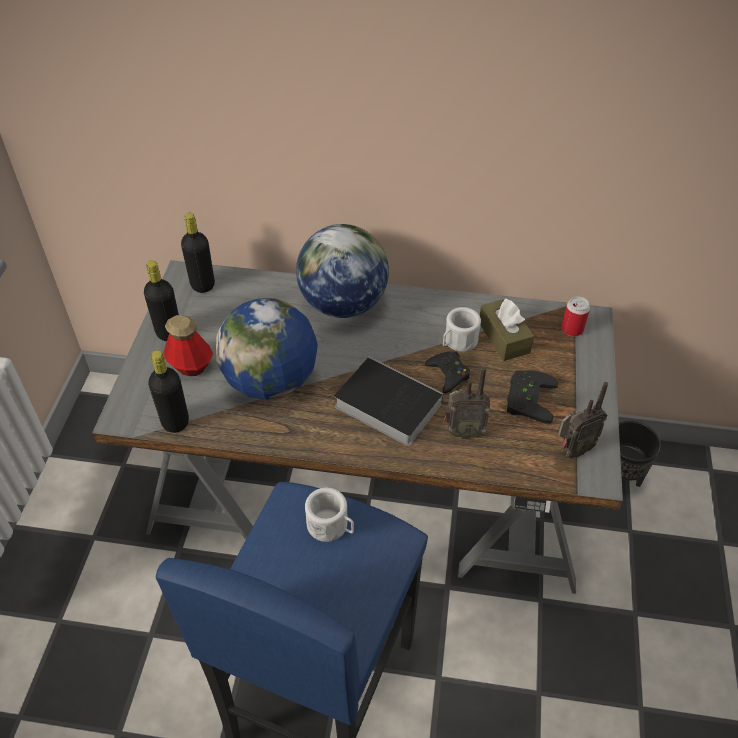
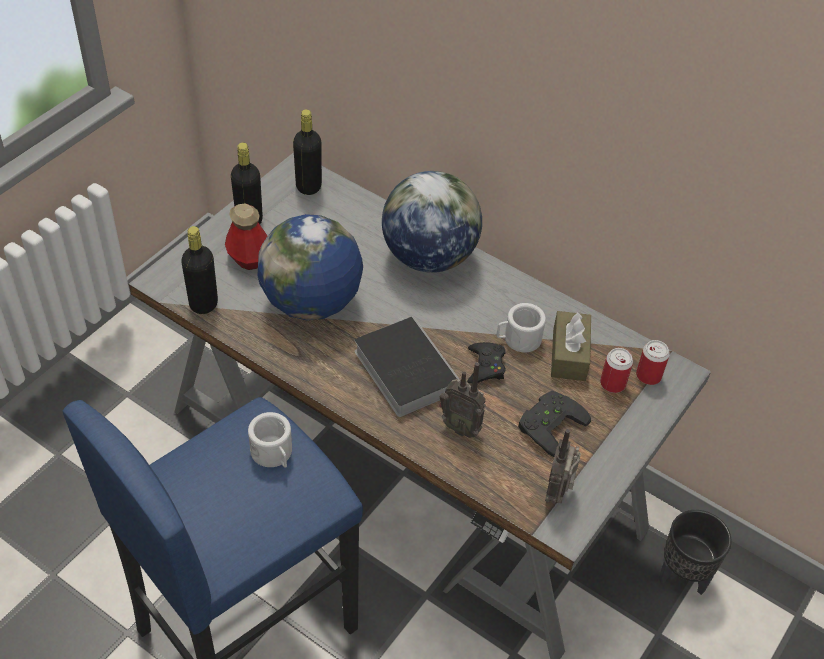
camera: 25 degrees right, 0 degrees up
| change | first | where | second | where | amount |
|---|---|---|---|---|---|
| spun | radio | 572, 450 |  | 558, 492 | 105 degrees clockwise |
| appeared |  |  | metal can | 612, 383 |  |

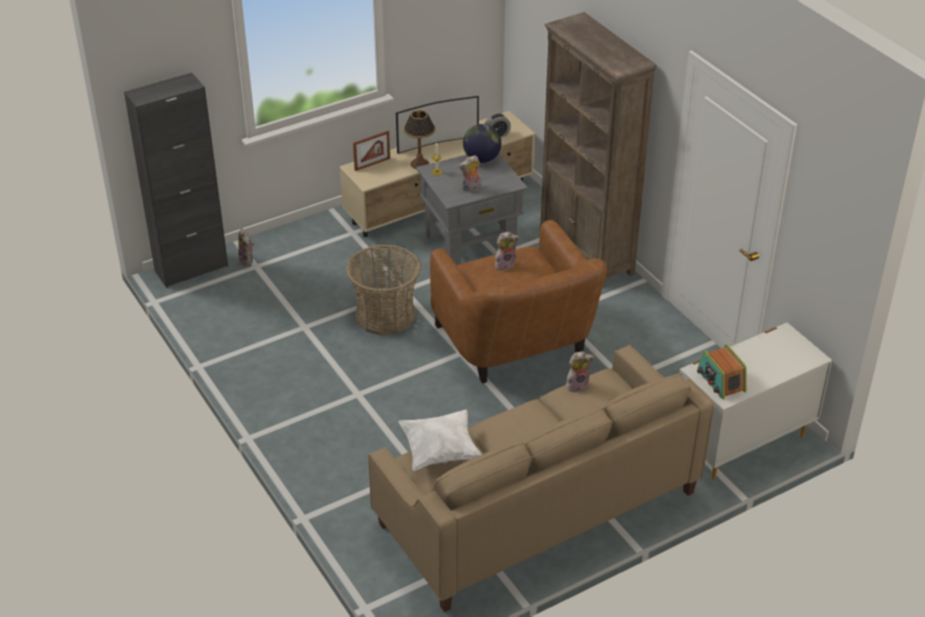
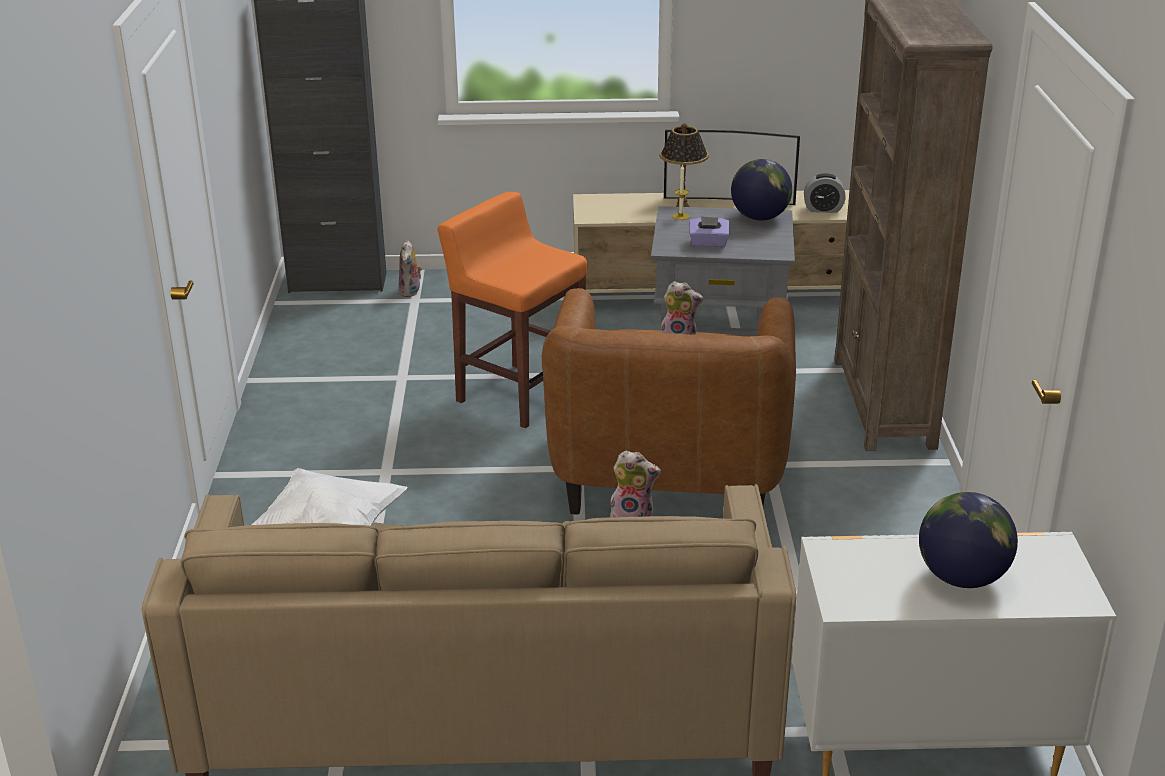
camera: 30 degrees right, 10 degrees down
| change | first | where | second | where | amount |
|---|---|---|---|---|---|
| exchanged | basket | 385, 315 | orangey sitting stool | 519, 395 |  |
| exchanged | cuddly toy | 471, 189 | purple-coloured tissue holder | 708, 244 |  |
| appeared |  |  | desk globe | 962, 577 |  |
| missing | photo frame | 372, 164 |  |  |  |
| missing | radio | 720, 381 |  |  |  |

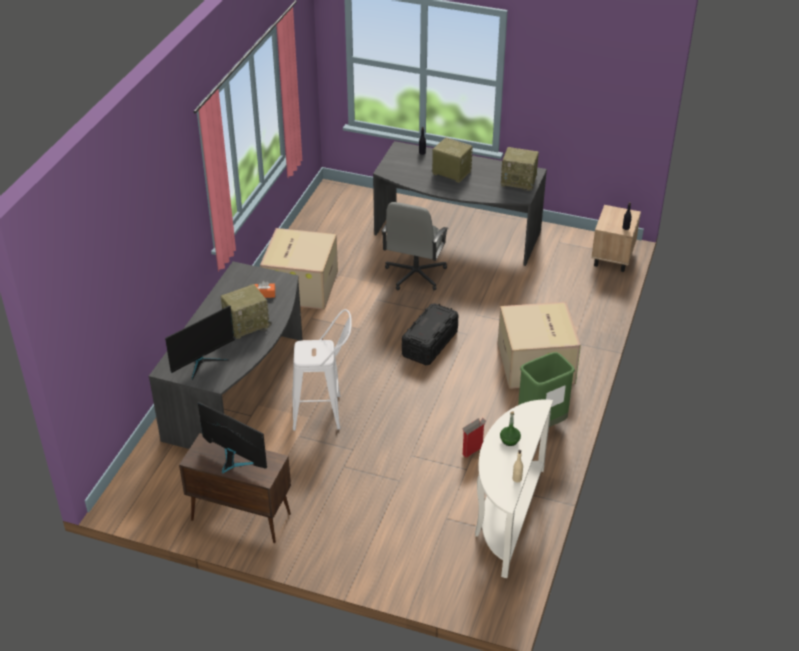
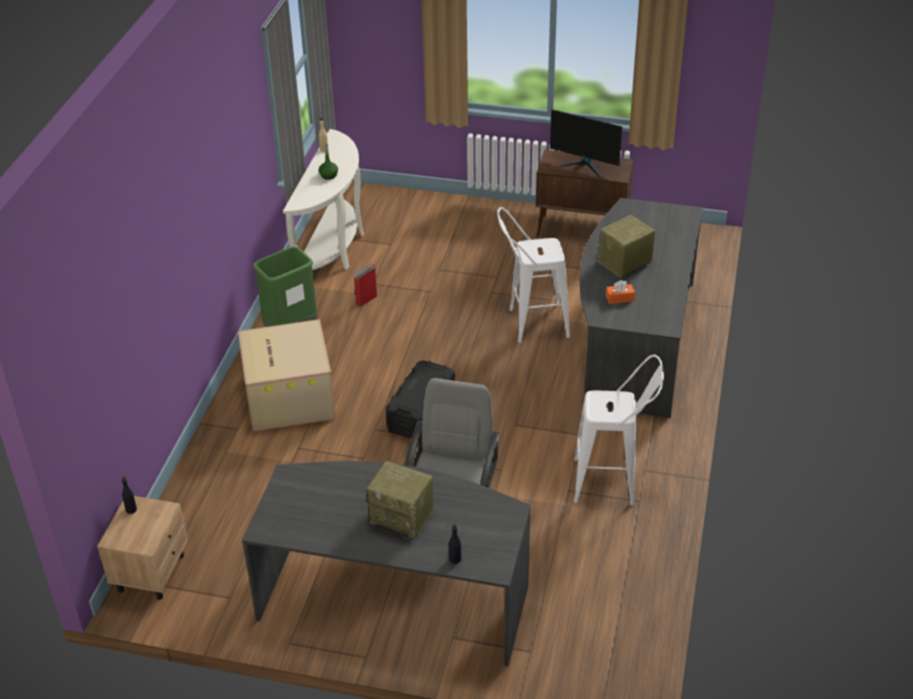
camera: 175 degrees right, 0 degrees up
| change | first | where | second | where | amount |
|---|---|---|---|---|---|
| exchanged | carton | 300, 286 | whitish sitting stool | 613, 482 |  |
| missing | computer display | 203, 362 |  |  |  |
| missing | radio | 519, 181 |  |  |  |

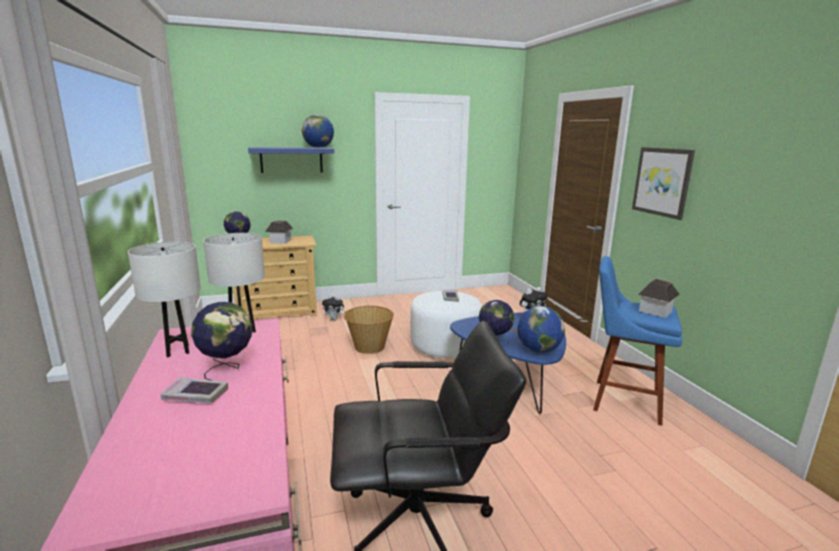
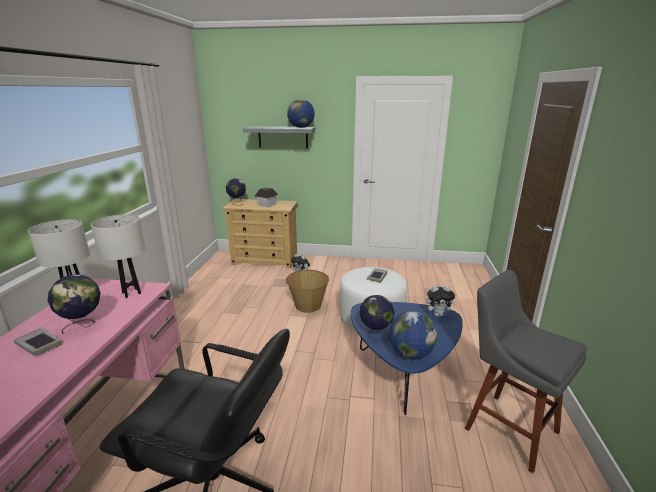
camera: 25 degrees right, 5 degrees up
| change | first | where | second | where | amount |
|---|---|---|---|---|---|
| colour | blue shelf | 291, 160 | greyish shelf | 283, 137 |  |
| colour | blue sitting stool | 621, 400 | greyish sitting stool | 506, 427 |  |
| missing | wall picture | 662, 182 |  |  |  |
| missing | toy house | 655, 311 |  |  |  |

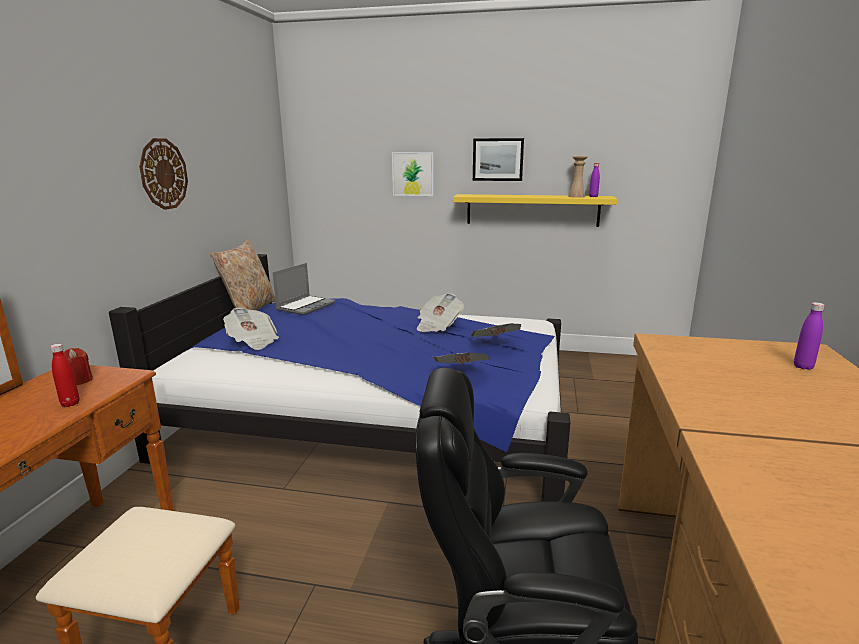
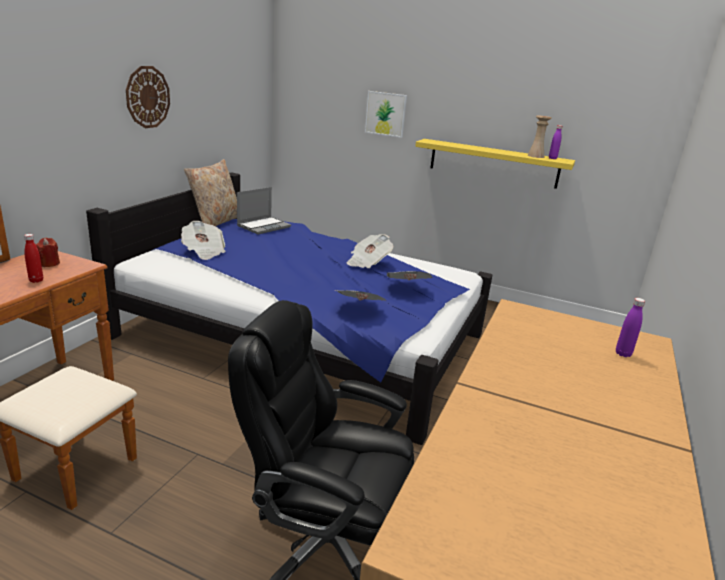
camera: 10 degrees right, 5 degrees up
| change | first | where | second | where | amount |
|---|---|---|---|---|---|
| missing | wall picture | 498, 159 |  |  |  |

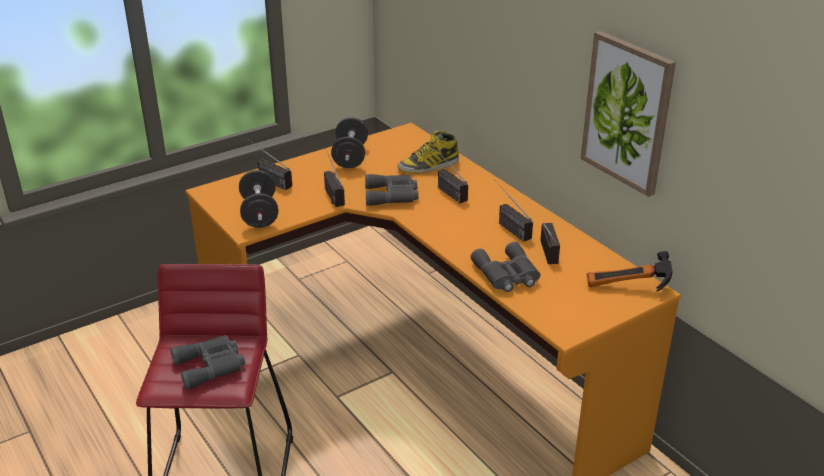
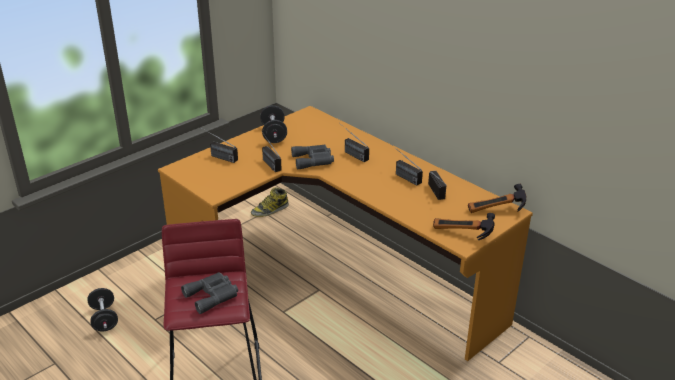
camera: 10 degrees left, 0 degrees up
| change | first | where | second | where | amount |
|---|---|---|---|---|---|
| relocated | blackish free weight | 259, 214 |  | 104, 319 |  |
| relocated | tall boot | 428, 166 |  | 270, 210 |  |
| appeared |  |  | hand hammer | 461, 235 |  |
| missing | greyish pair of binoculars | 507, 275 |  |  |  |
| missing | wall picture | 627, 113 |  |  |  |

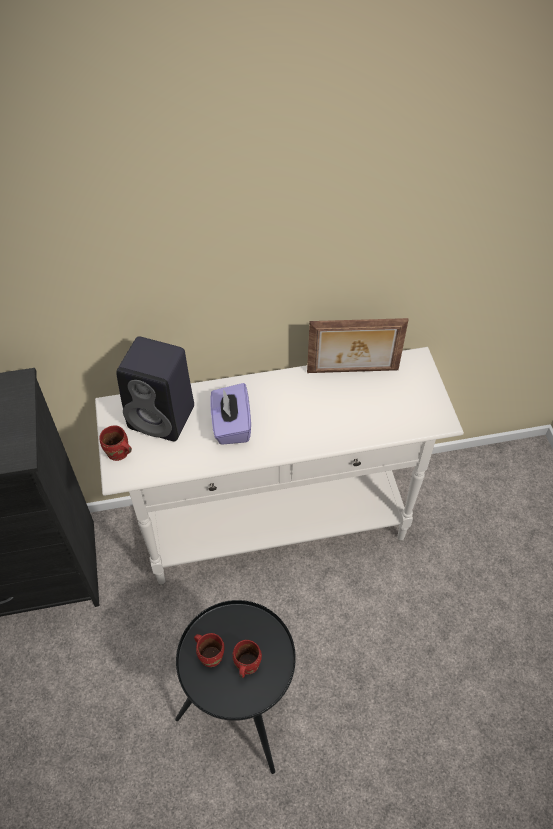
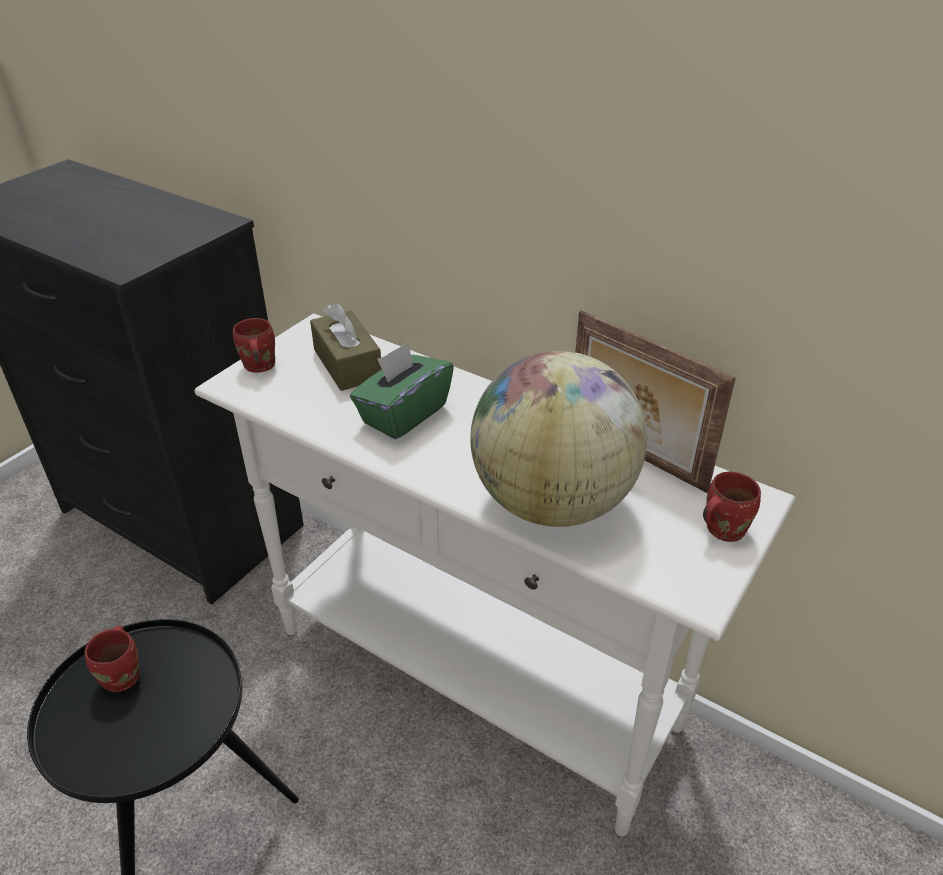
camera: 45 degrees right, 15 degrees down
| change | first | where | second | where | amount |
|---|---|---|---|---|---|
| exchanged | blackish loudspeaker | 164, 417 | brown tissue holder | 347, 364 |  |
| colour | purple-coloured tissue holder | 231, 425 | green tissue holder | 403, 414 |  |
| appeared |  |  | desk globe | 552, 502 |  |
| relocated | red-coloured tea mug | 246, 665 |  | 721, 528 |  |

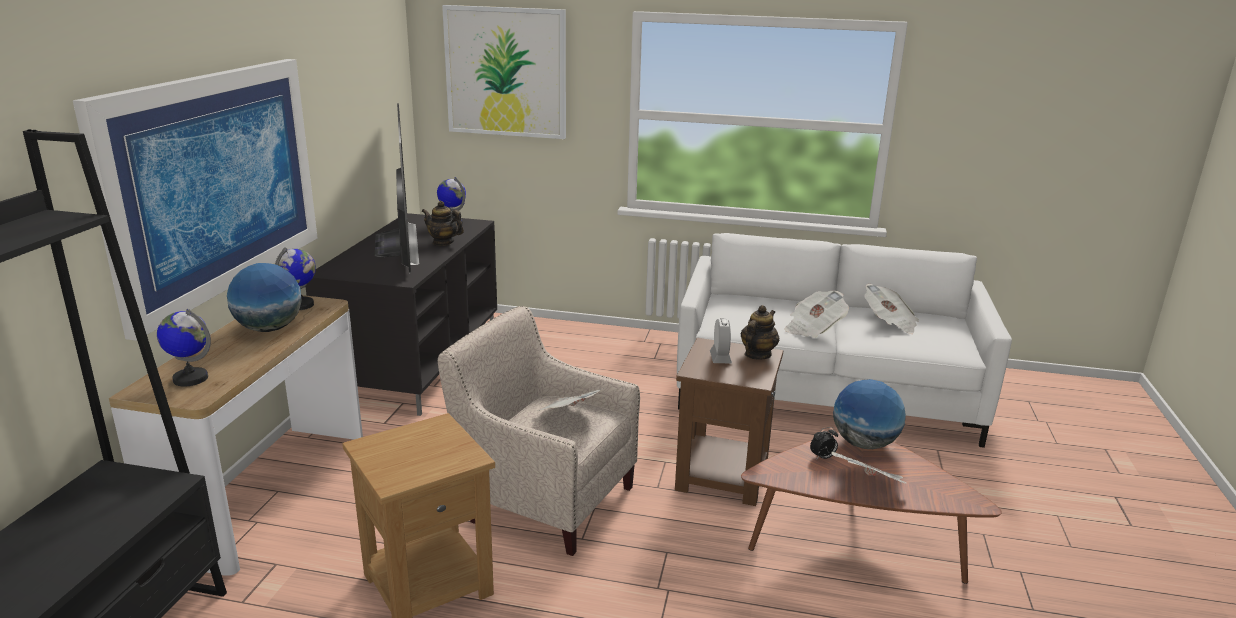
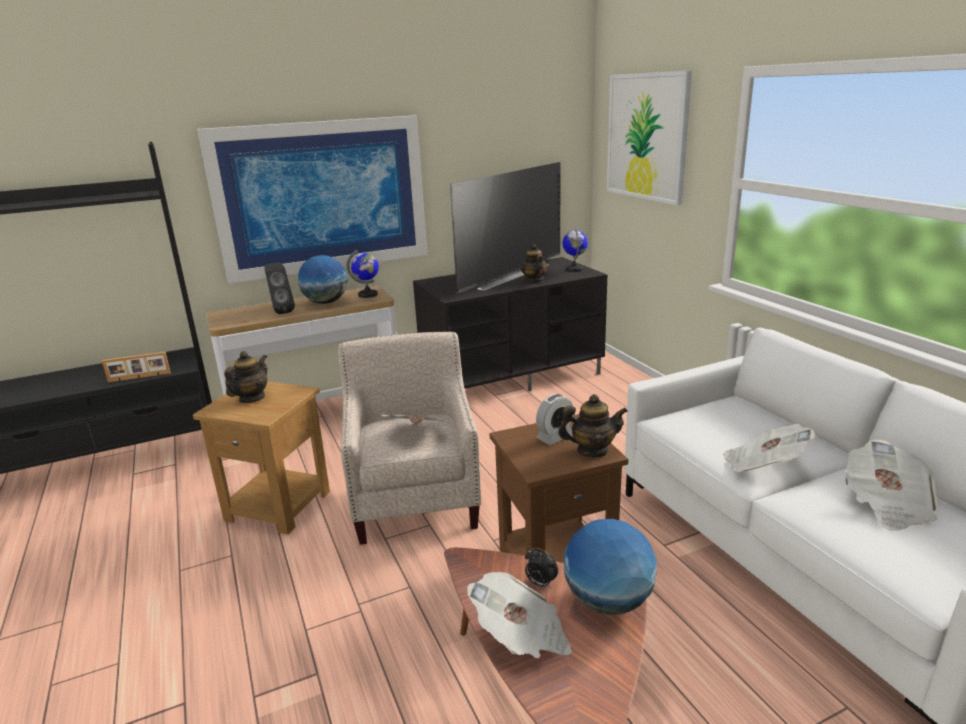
camera: 55 degrees right, 0 degrees up
| change | first | where | second | where | amount |
|---|---|---|---|---|---|
| appeared |  |  | photo frame | 139, 377 |  |
| appeared |  |  | teapot | 251, 398 |  |
| appeared |  |  | blackish loudspeaker | 281, 311 |  |
| missing | desk globe | 190, 378 |  |  |  |

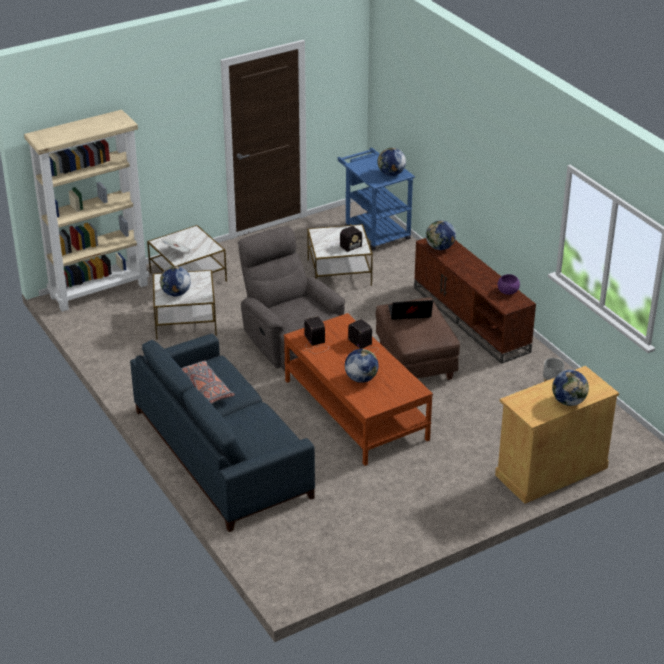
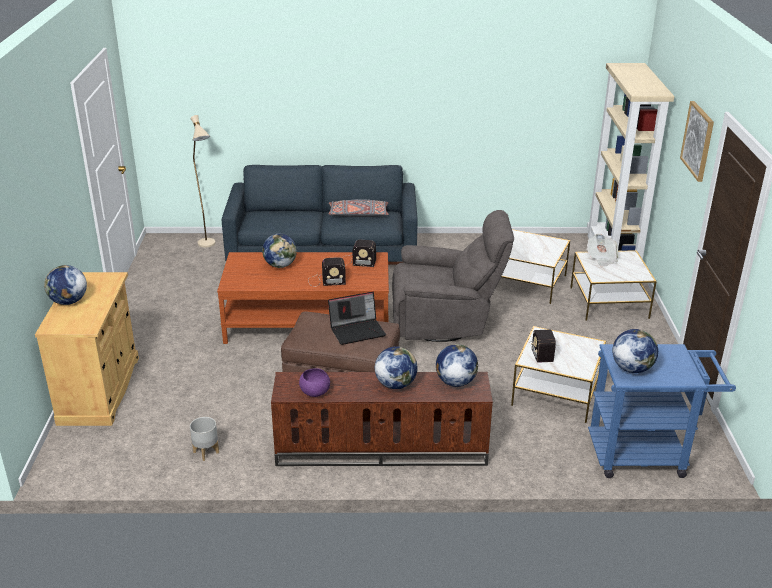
camera: 120 degrees right, 5 degrees down
| change | first | where | second | where | amount |
|---|---|---|---|---|---|
| appeared |  |  | beige standard lamp | 209, 246 |  |
| spun | portable computer | 409, 314 |  | 357, 330 | 45 degrees clockwise |
| relocated | desk globe | 176, 293 |  | 395, 384 |  |
| appeared |  |  | wall picture | 698, 140 |  |

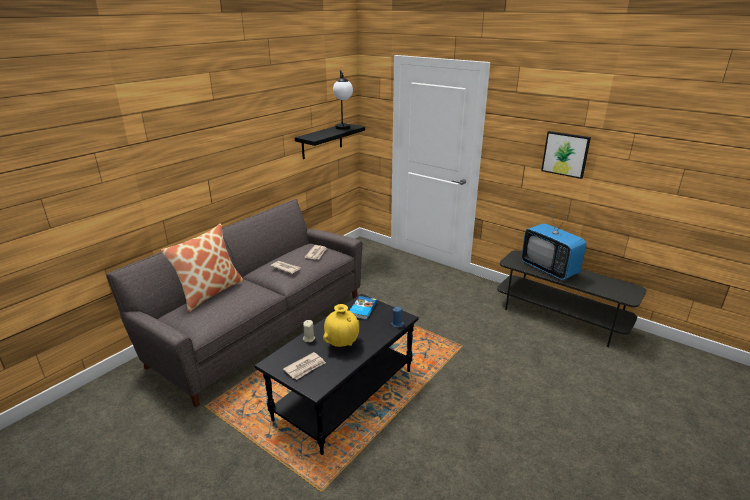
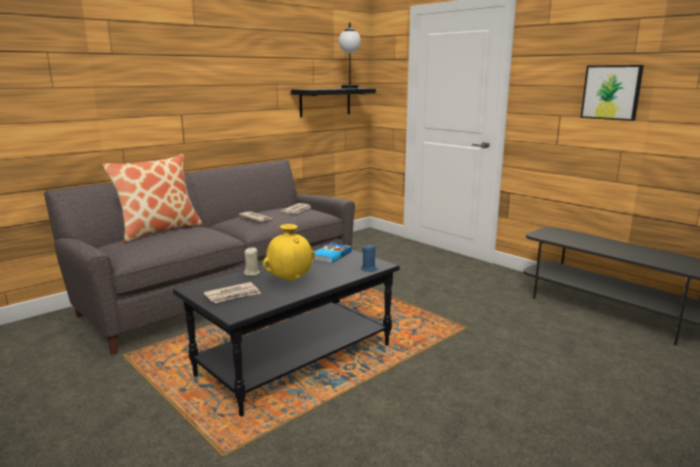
camera: 10 degrees right, 10 degrees down
| change | first | where | second | where | amount |
|---|---|---|---|---|---|
| missing | TV | 549, 269 |  |  |  |

